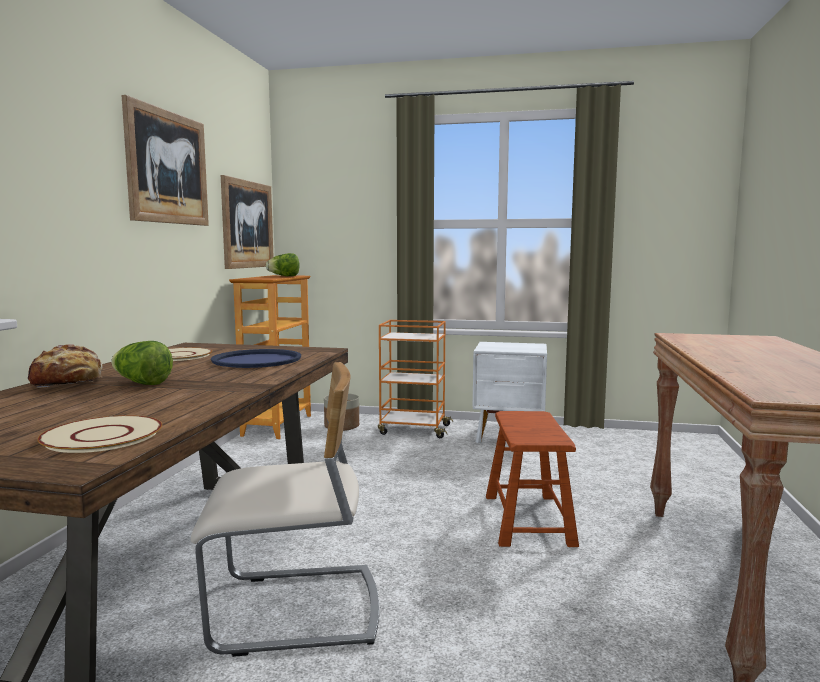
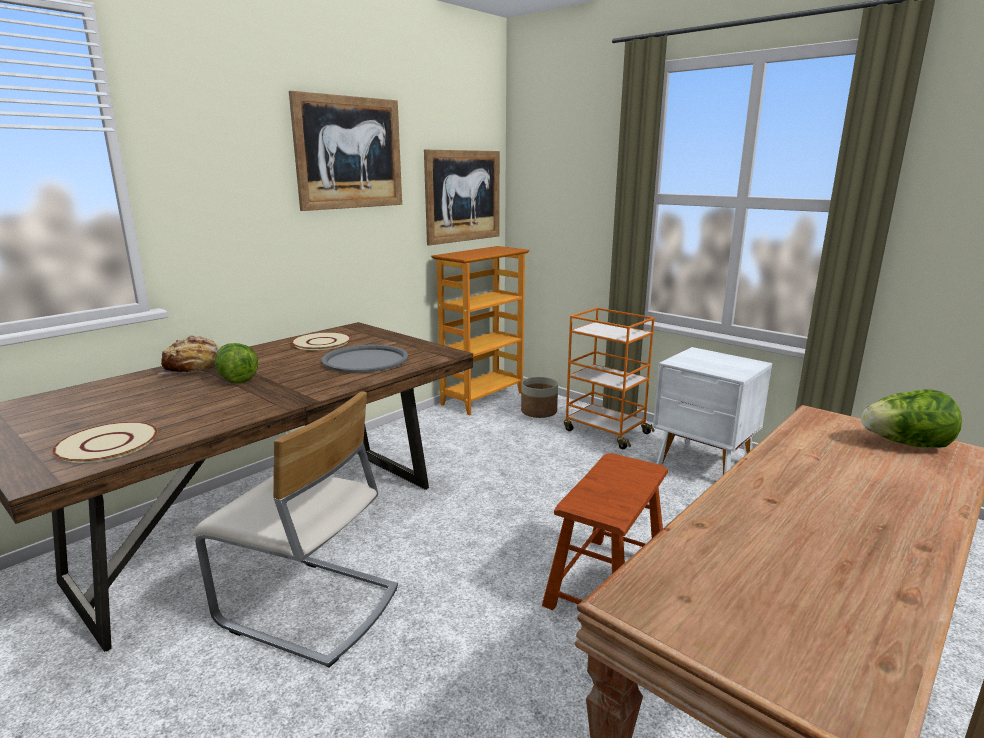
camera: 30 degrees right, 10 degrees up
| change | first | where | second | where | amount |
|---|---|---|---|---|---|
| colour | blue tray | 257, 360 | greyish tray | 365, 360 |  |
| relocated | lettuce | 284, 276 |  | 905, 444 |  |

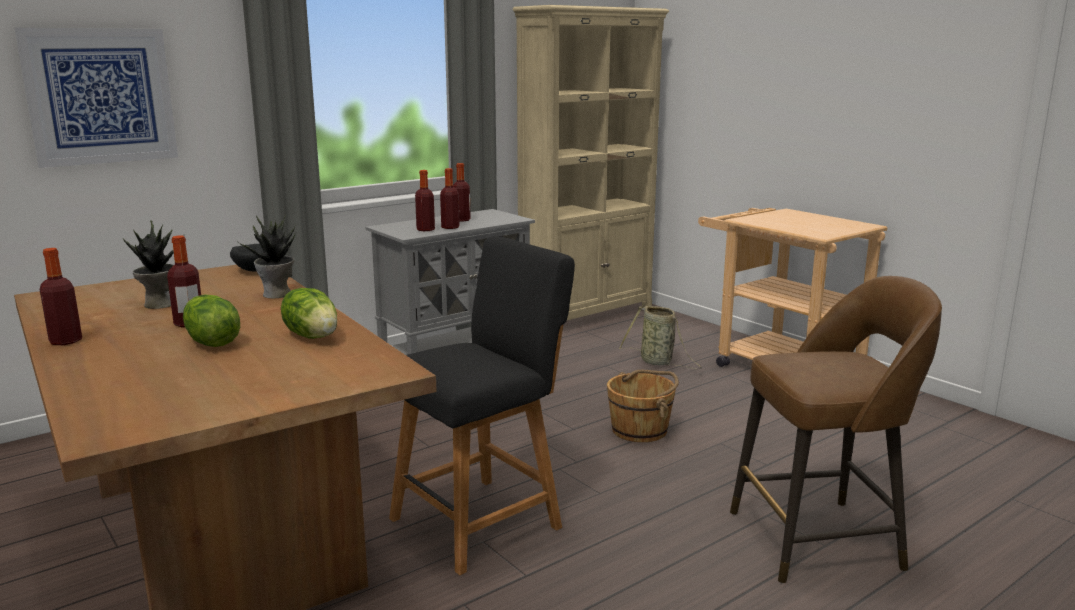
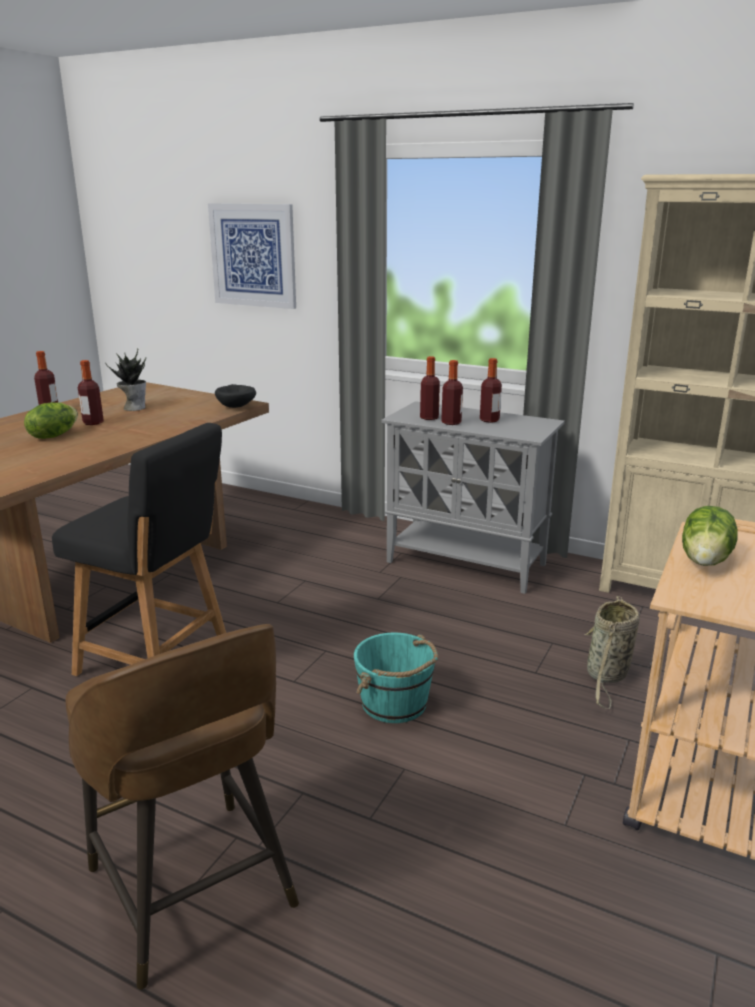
camera: 65 degrees right, 5 degrees up
| change | first | where | second | where | amount |
|---|---|---|---|---|---|
| colour | brown bucket | 640, 430 | turquoise bucket | 395, 703 |  |
| relocated | lettuce | 313, 336 |  | 706, 560 |  |
| missing | houseplant | 277, 294 |  |  |  |

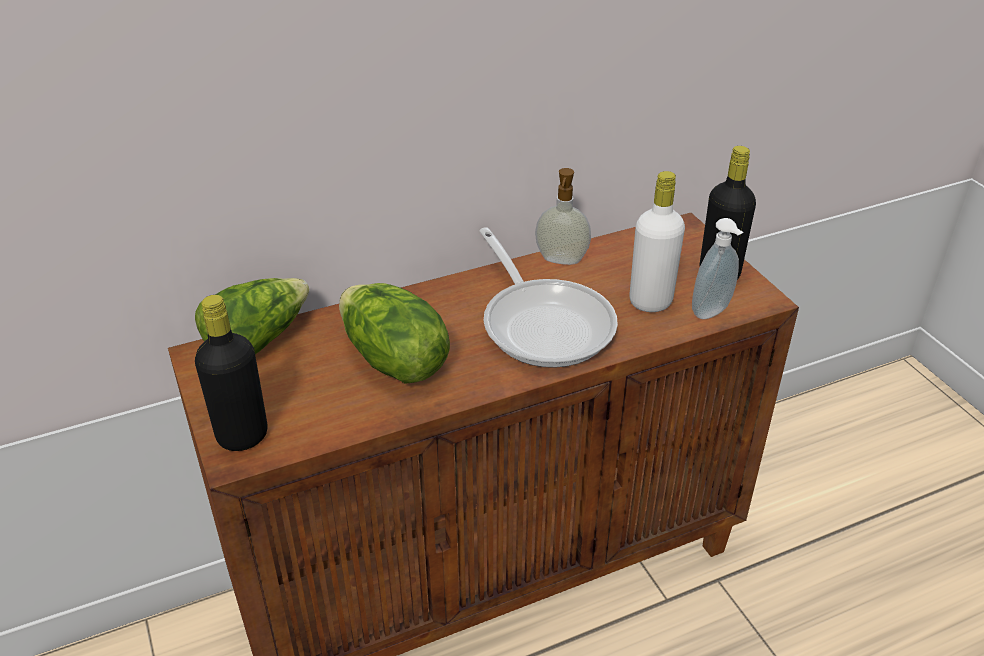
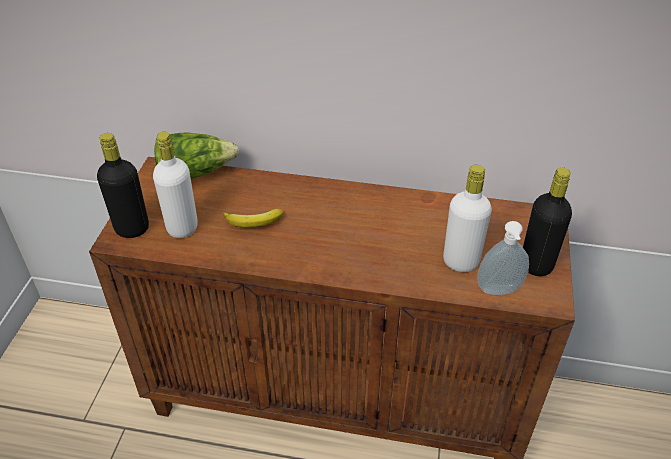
camera: 35 degrees right, 5 degrees up
| change | first | where | second | where | amount |
|---|---|---|---|---|---|
| appeared |  |  | whitish bottle | 182, 228 |  |
| exchanged | lettuce | 393, 361 | banana fruit | 254, 223 |  |
| missing | frying pan | 544, 323 |  |  |  |
| missing | liquid soap bottle | 561, 260 |  |  |  |

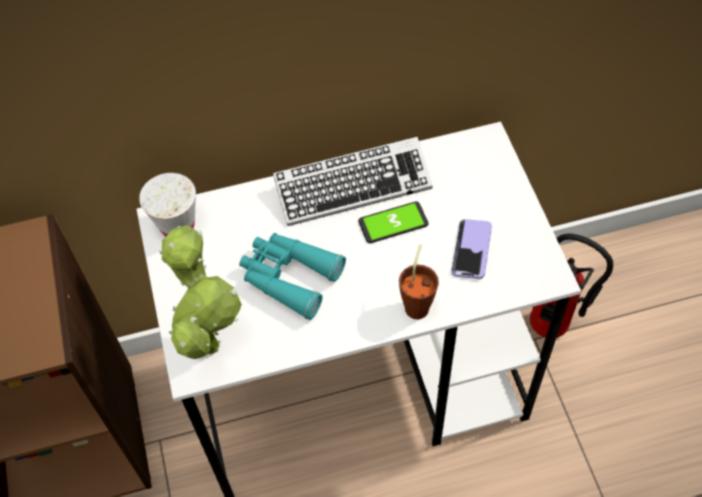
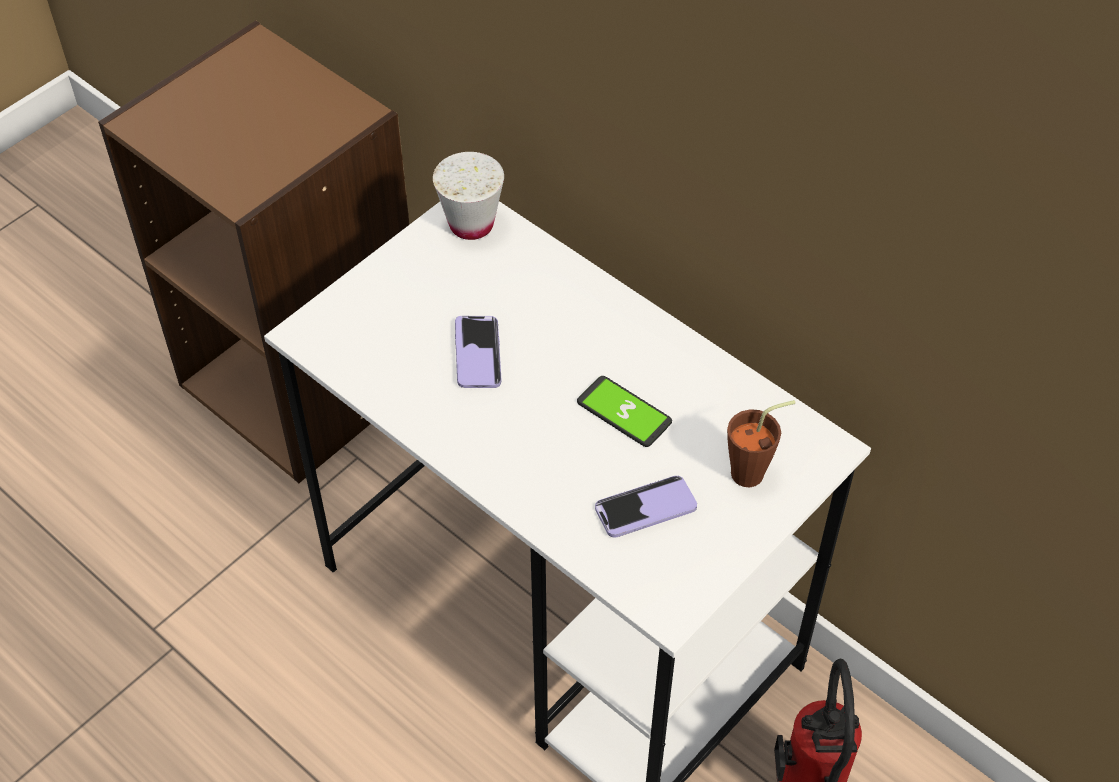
camera: 55 degrees right, 5 degrees down
| change | first | where | second | where | amount |
|---|---|---|---|---|---|
| exchanged | turquoise pair of binoculars | 289, 277 | phone | 478, 354 |  |
| relocated | brown drinking cup | 418, 303 |  | 755, 472 |  |
| missing | houseplant | 209, 340 |  |  |  |
| missing | keyboard | 353, 186 |  |  |  |

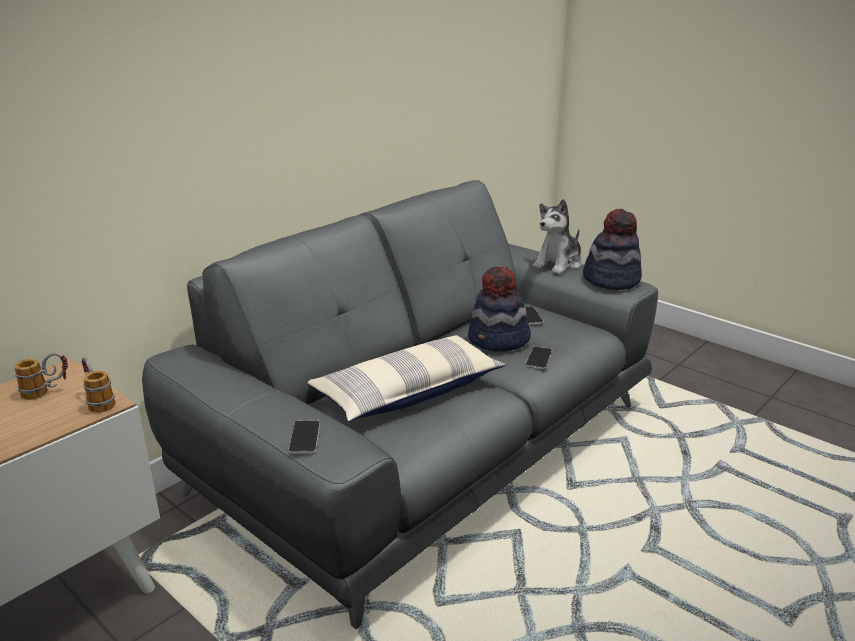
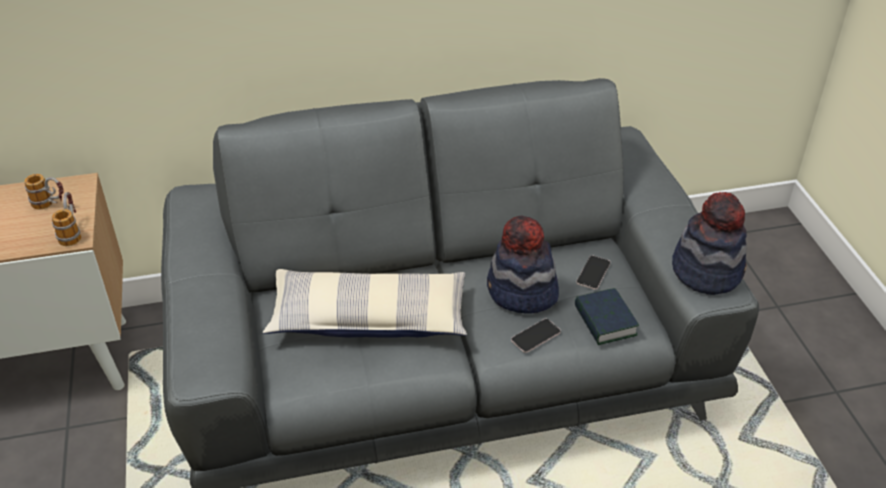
camera: 35 degrees right, 15 degrees up
| change | first | where | second | where | amount |
|---|---|---|---|---|---|
| appeared |  |  | book | 605, 321 |  |
| missing | phone | 304, 437 |  |  |  |
| missing | cuddly toy | 558, 264 |  |  |  |

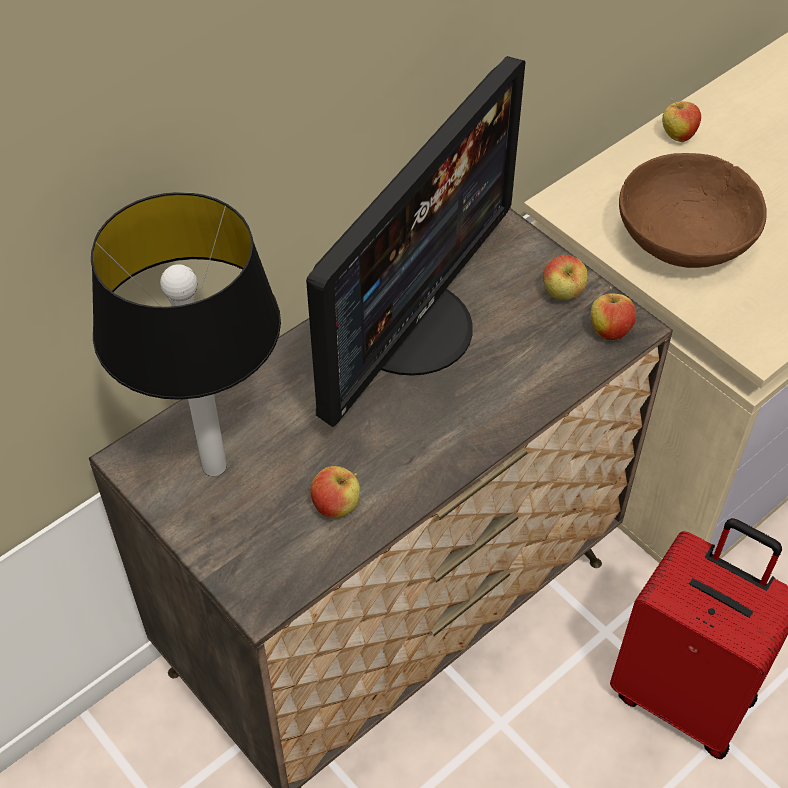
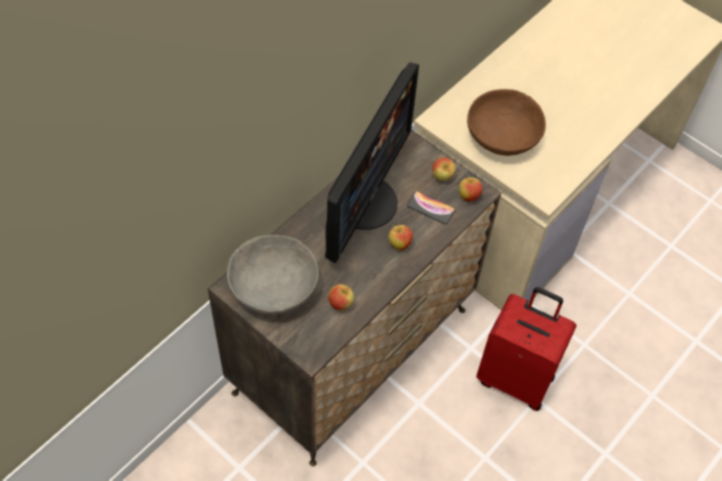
camera: 10 degrees left, 5 degrees up
| change | first | where | second | where | amount |
|---|---|---|---|---|---|
| exchanged | tabletop lamp | 213, 467 | greyish bowl | 273, 288 |  |
| relocated | apple | 677, 136 |  | 399, 244 |  |
| appeared |  |  | phone | 431, 208 |  |

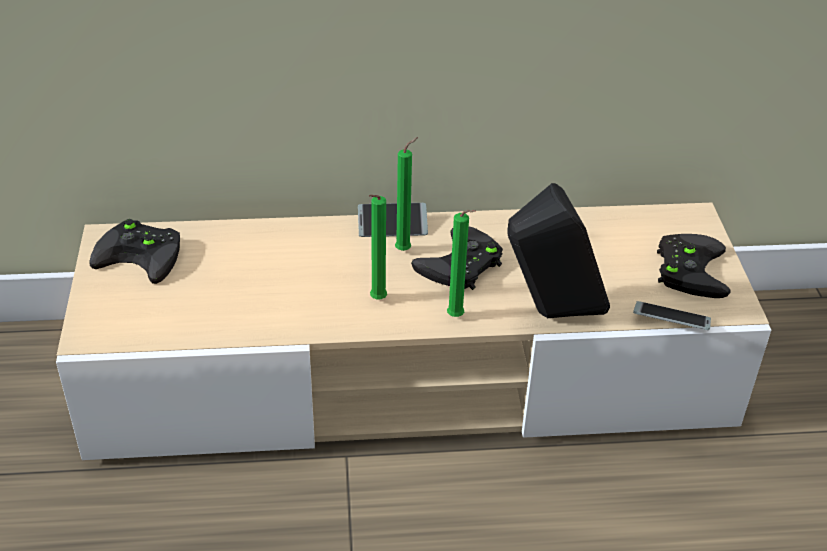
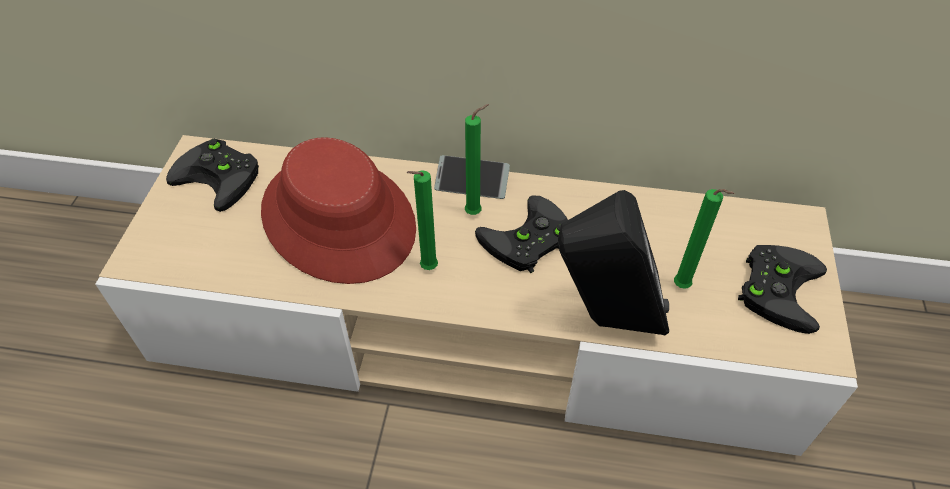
camera: 15 degrees right, 10 degrees up
| change | first | where | second | where | amount |
|---|---|---|---|---|---|
| appeared |  |  | red-coloured wearable hat | 339, 218 |  |
| relocated | green wax light | 457, 318 |  | 683, 288 |  |
| missing | phone | 670, 322 |  |  |  |

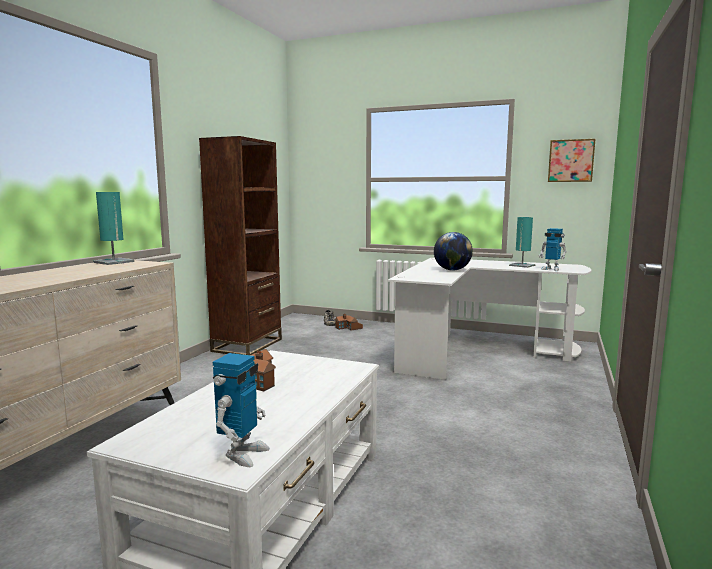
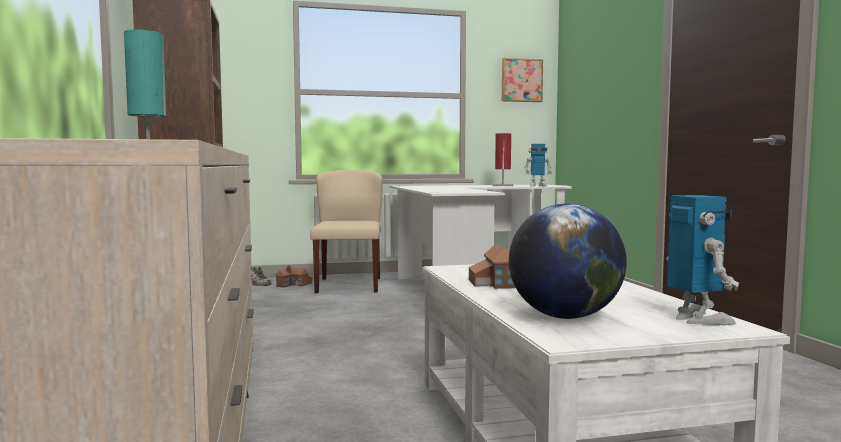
camera: 35 degrees left, 5 degrees down
| change | first | where | second | where | amount |
|---|---|---|---|---|---|
| appeared |  |  | beige plain chair | 348, 285 |  |
| colour | turquoise tabletop lamp | 522, 265 | red-coloured tabletop lamp | 502, 185 |  |
| relocated | desk globe | 452, 270 |  | 565, 317 |  |

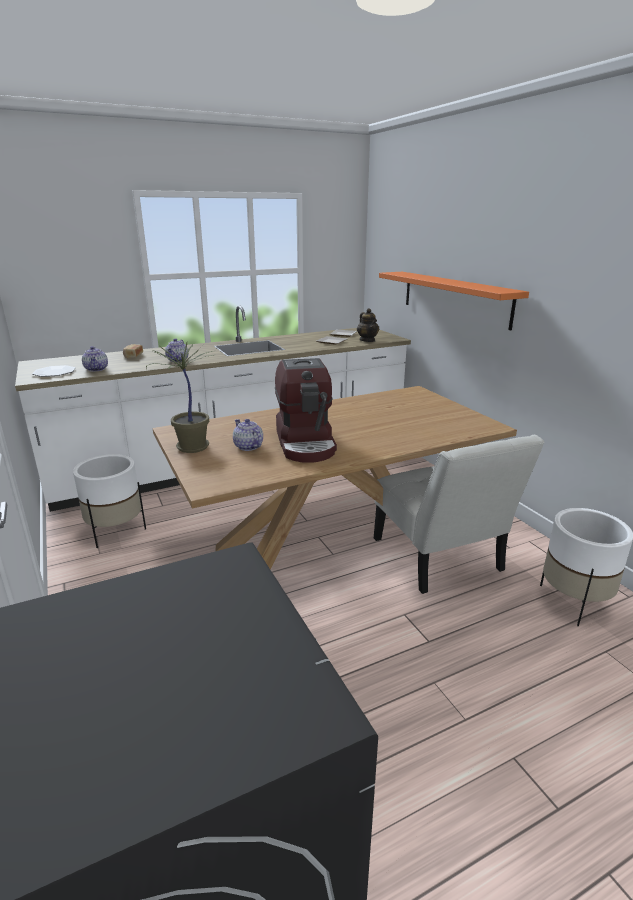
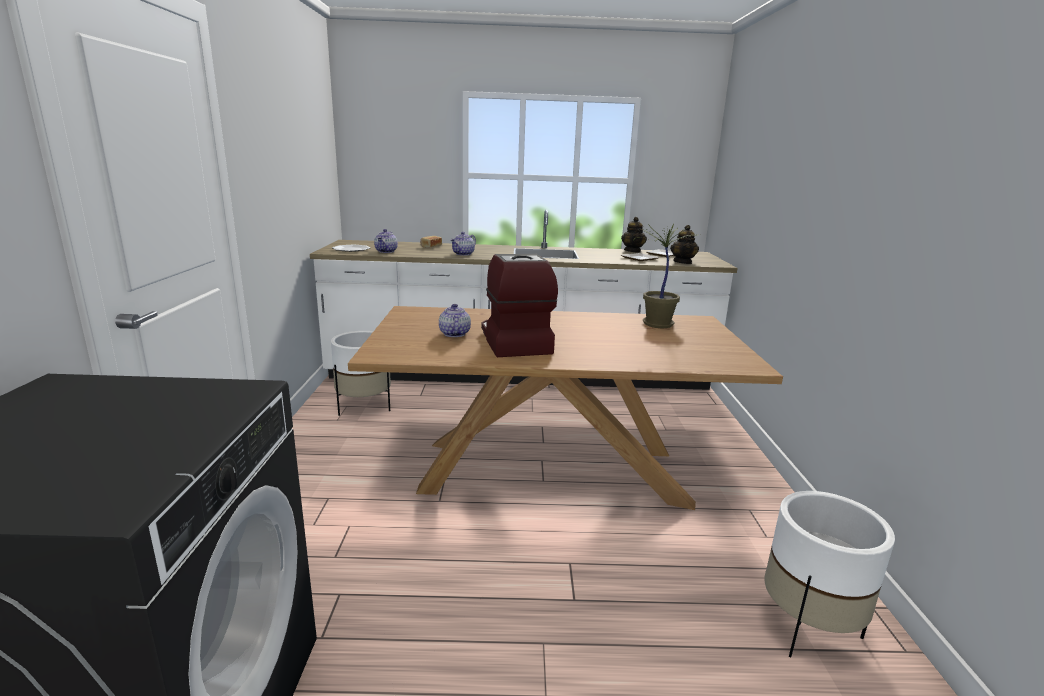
camera: 25 degrees right, 5 degrees down
| change | first | where | second | where | amount |
|---|---|---|---|---|---|
| spun | coffee machine | 306, 443 |  | 513, 341 | 150 degrees clockwise |
| appeared |  |  | teapot | 632, 251 |  |
| relocated | houseplant | 192, 448 |  | 657, 324 |  |
| missing | whitish plain chair | 440, 559 |  |  |  |
| missing | orangey shelf | 454, 298 |  |  |  |

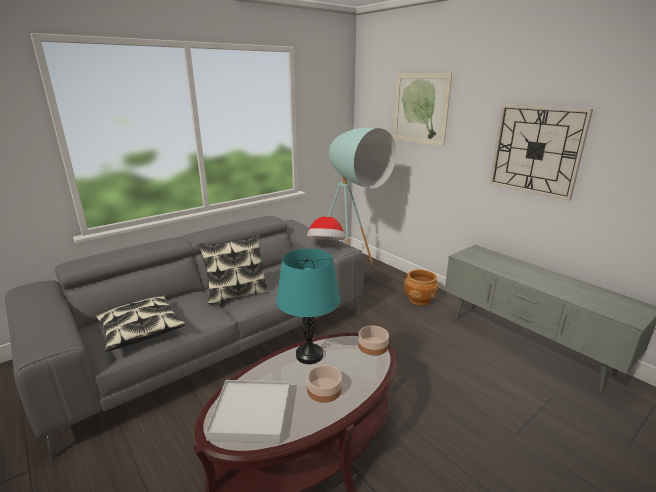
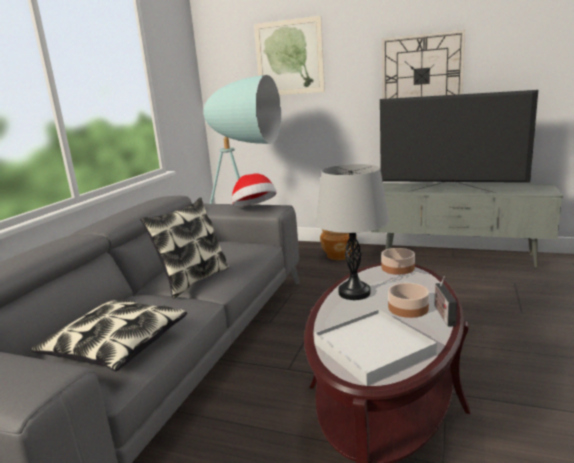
camera: 30 degrees left, 5 degrees down
| change | first | where | second | where | amount |
|---|---|---|---|---|---|
| colour | turquoise tabletop lamp | 309, 355 | greyish tabletop lamp | 354, 293 |  |
| appeared |  |  | TV | 450, 192 |  |
| appeared |  |  | radio | 443, 314 |  |

